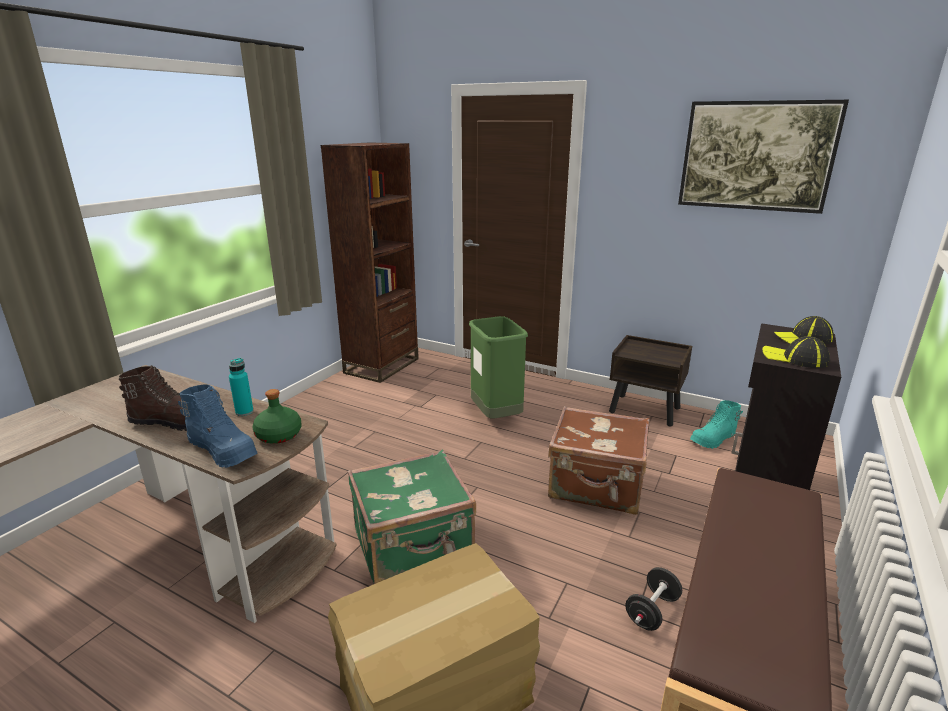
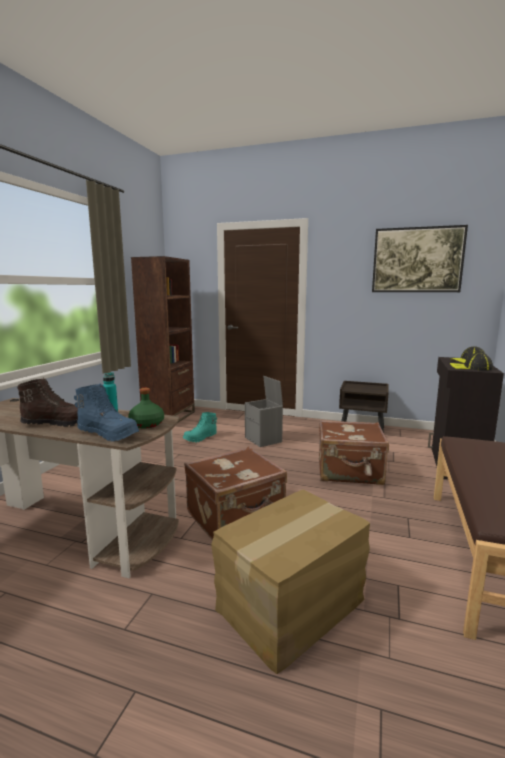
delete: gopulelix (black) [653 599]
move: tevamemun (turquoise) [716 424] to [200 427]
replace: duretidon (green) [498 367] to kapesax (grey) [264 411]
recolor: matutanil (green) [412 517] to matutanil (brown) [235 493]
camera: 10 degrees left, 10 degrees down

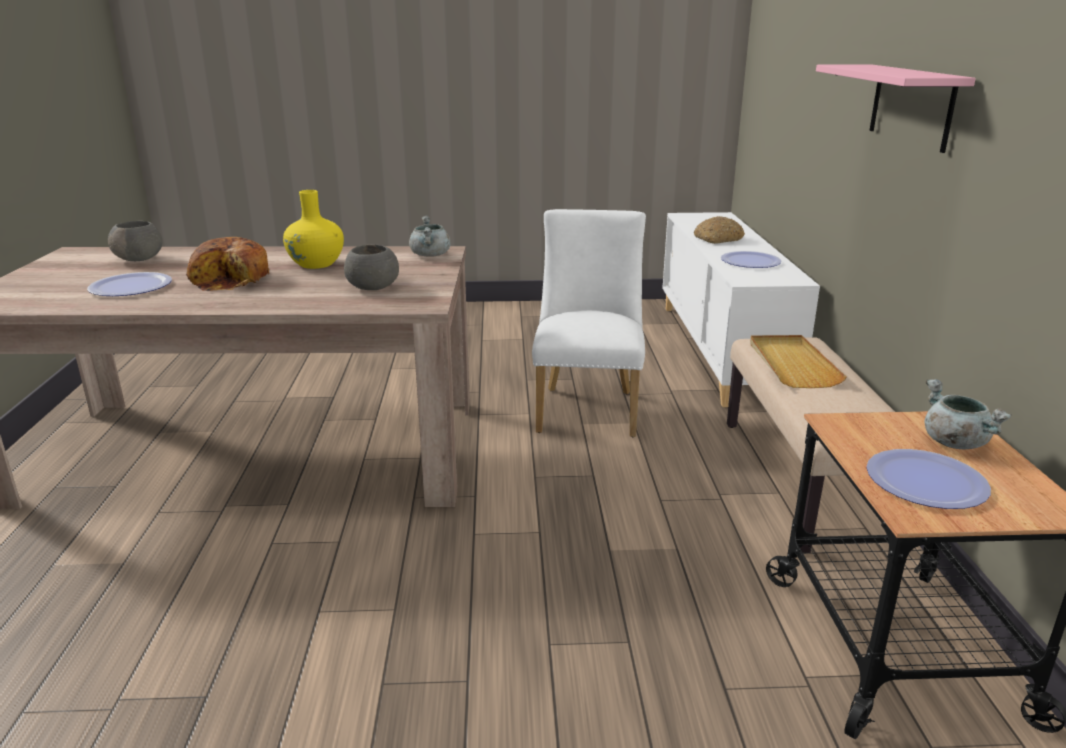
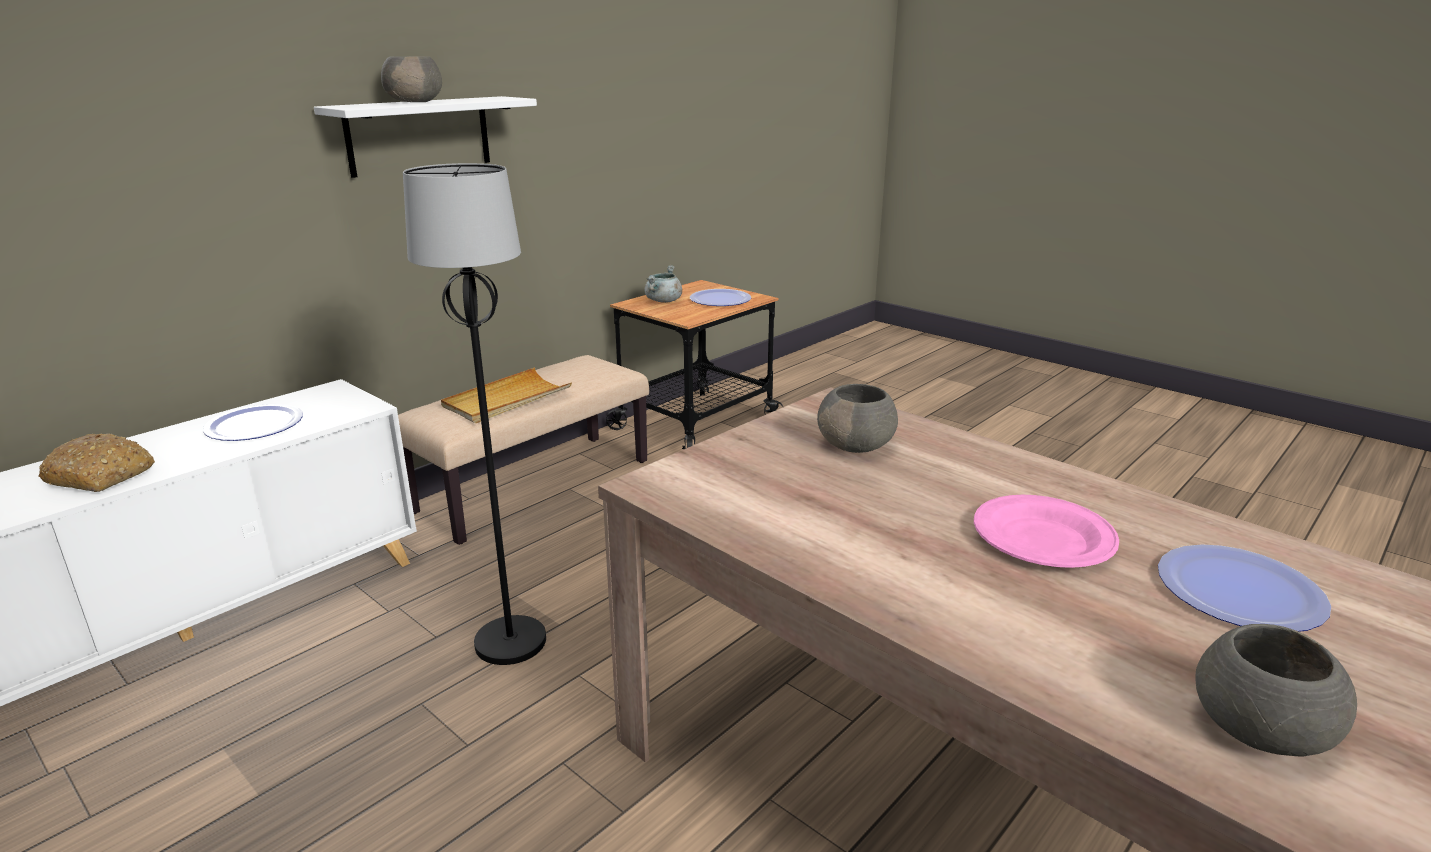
delete: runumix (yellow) [313 229]; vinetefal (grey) [430 236]
insert: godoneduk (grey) [411 79]
replace: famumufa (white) [589 323] to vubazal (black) [474 414]; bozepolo [227 264] to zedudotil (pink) [1046 531]
recolor: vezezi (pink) [896 108] to vezezi (white) [425 137]
camera: 135 degrees left, 0 degrees up

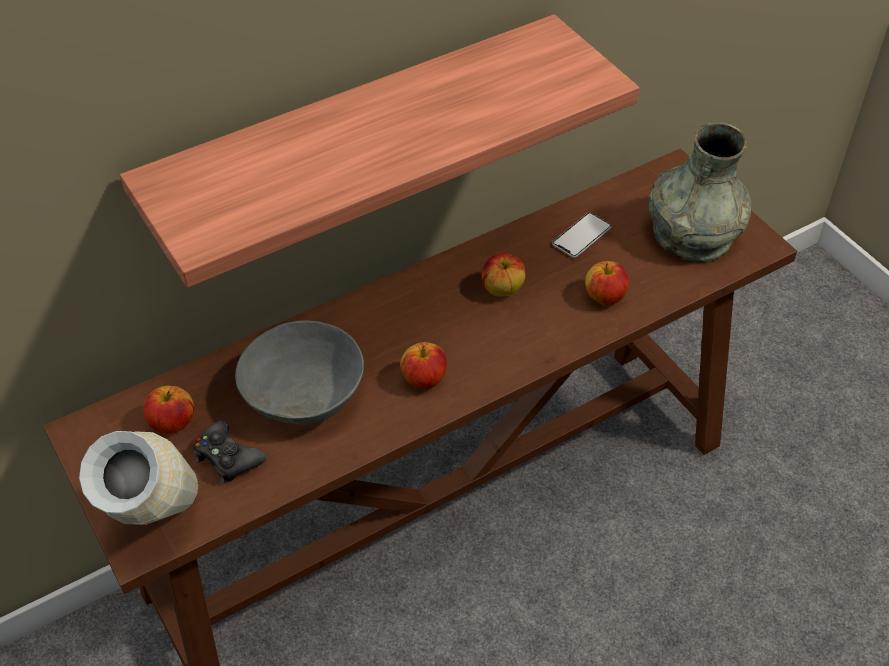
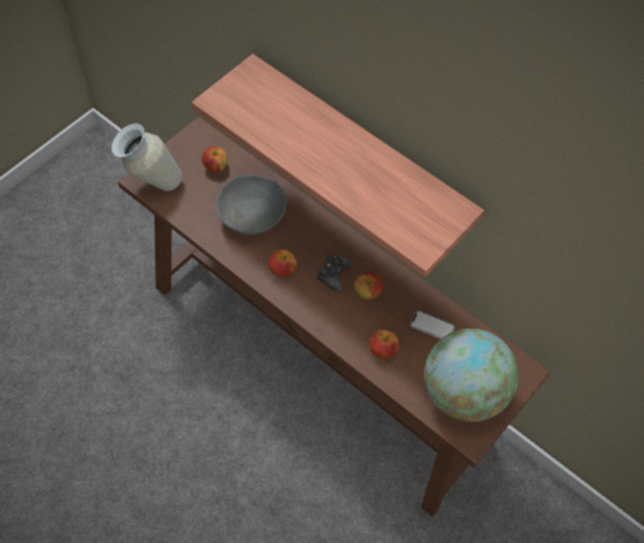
move: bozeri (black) [229 452] to [335 273]
replace: runumix (grey) [699 192] to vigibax [471 375]
camera: 70 degrees right, 10 degrees up

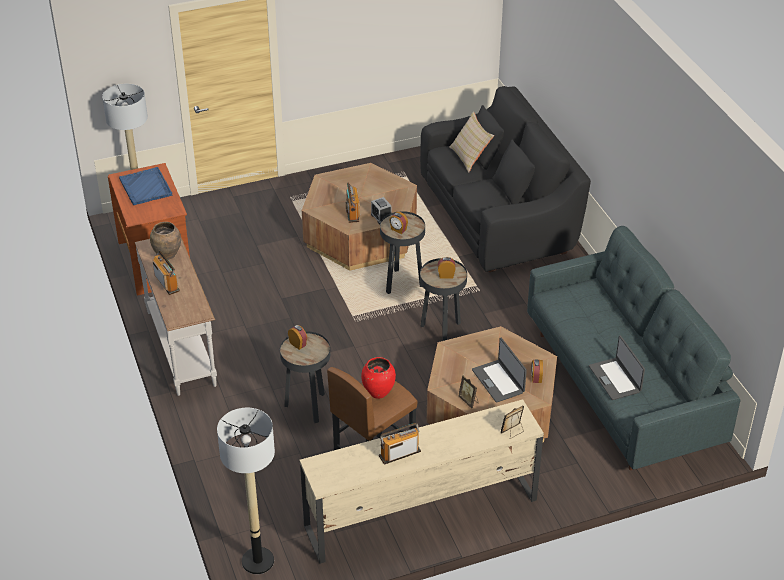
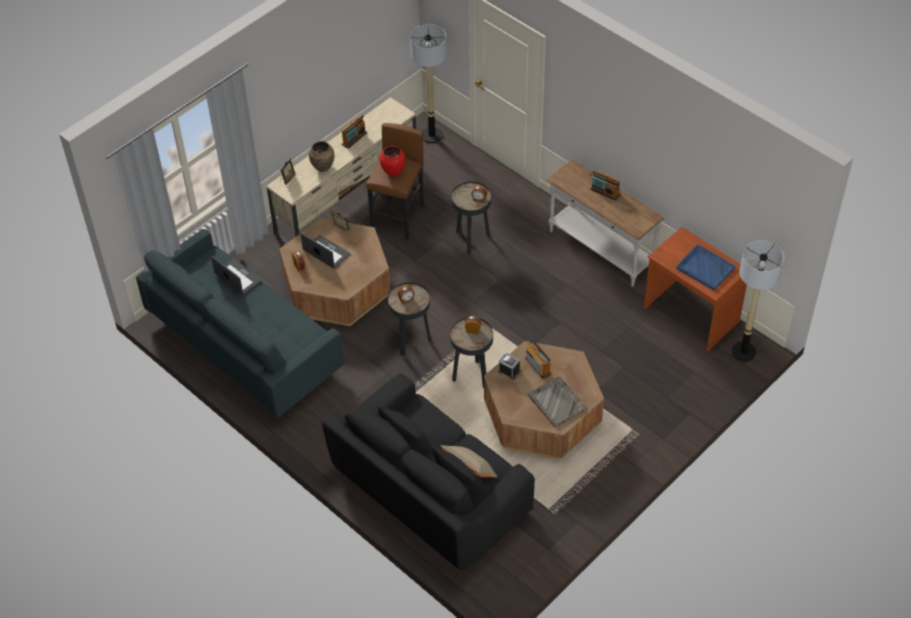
insert: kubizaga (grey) [557 401]
move: runumix (brown) [165 241] to [322 156]
camera: 155 degrees right, 10 degrees up

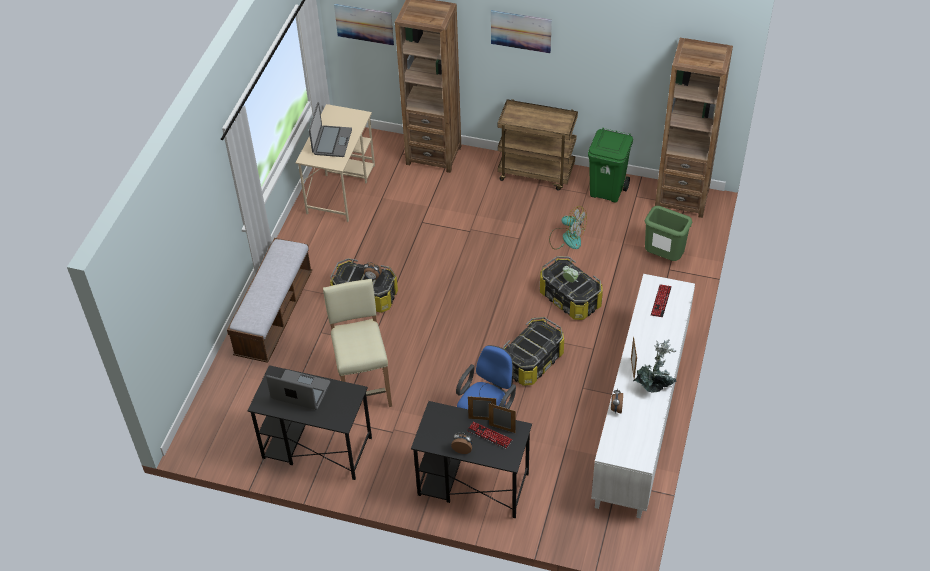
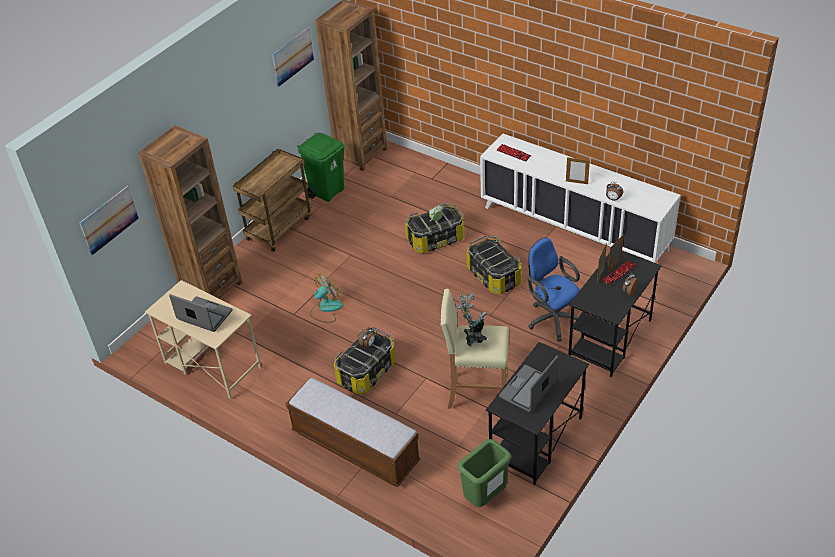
move: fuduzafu [521 31] to [293 57]; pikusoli [568 228] to [326 298]; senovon [655 366] to [471 319]; duretidon (green) [668 233] to [484 473]
camera: 70 degrees left, 5 degrees down

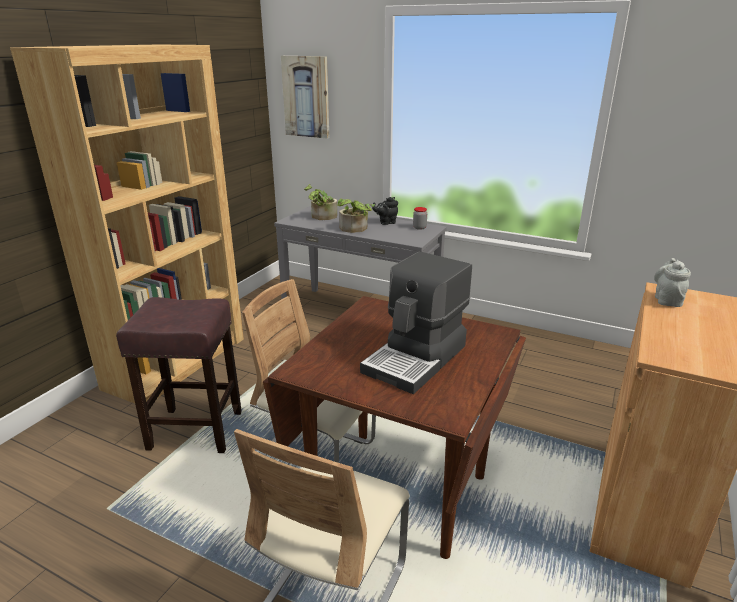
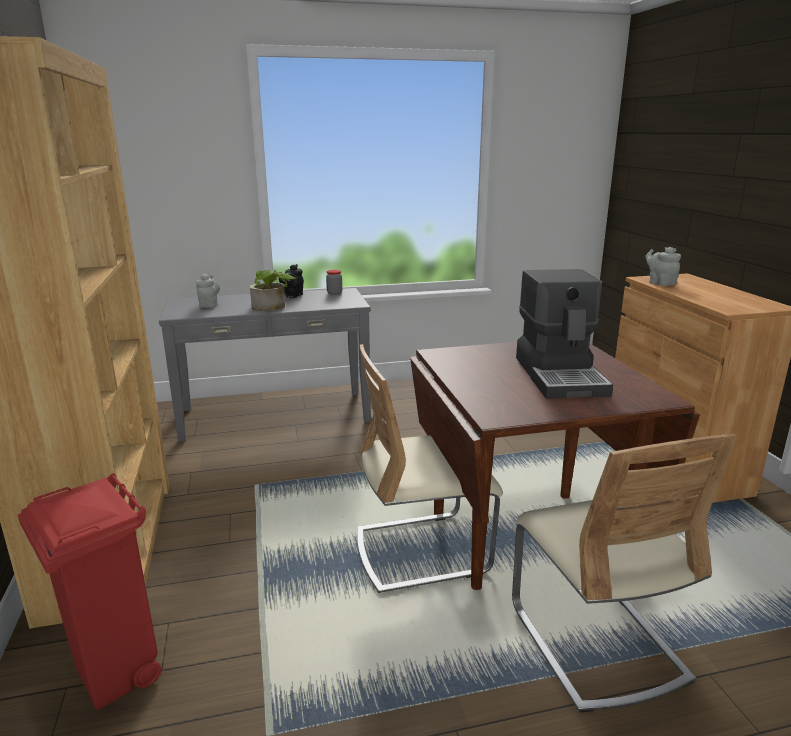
delete: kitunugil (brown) [179 375]; fuduzafu [305 97]
insert: duretidon (red) [90 591]
replace: senovon [320 202] to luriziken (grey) [208 291]
camera: 40 degrees left, 5 degrees down

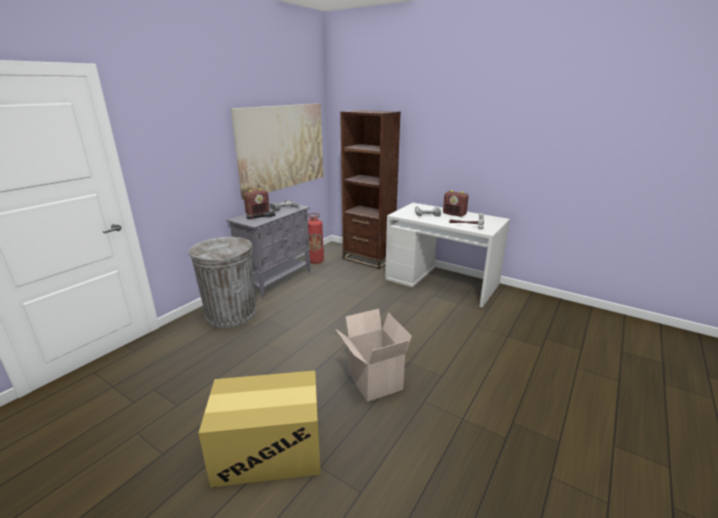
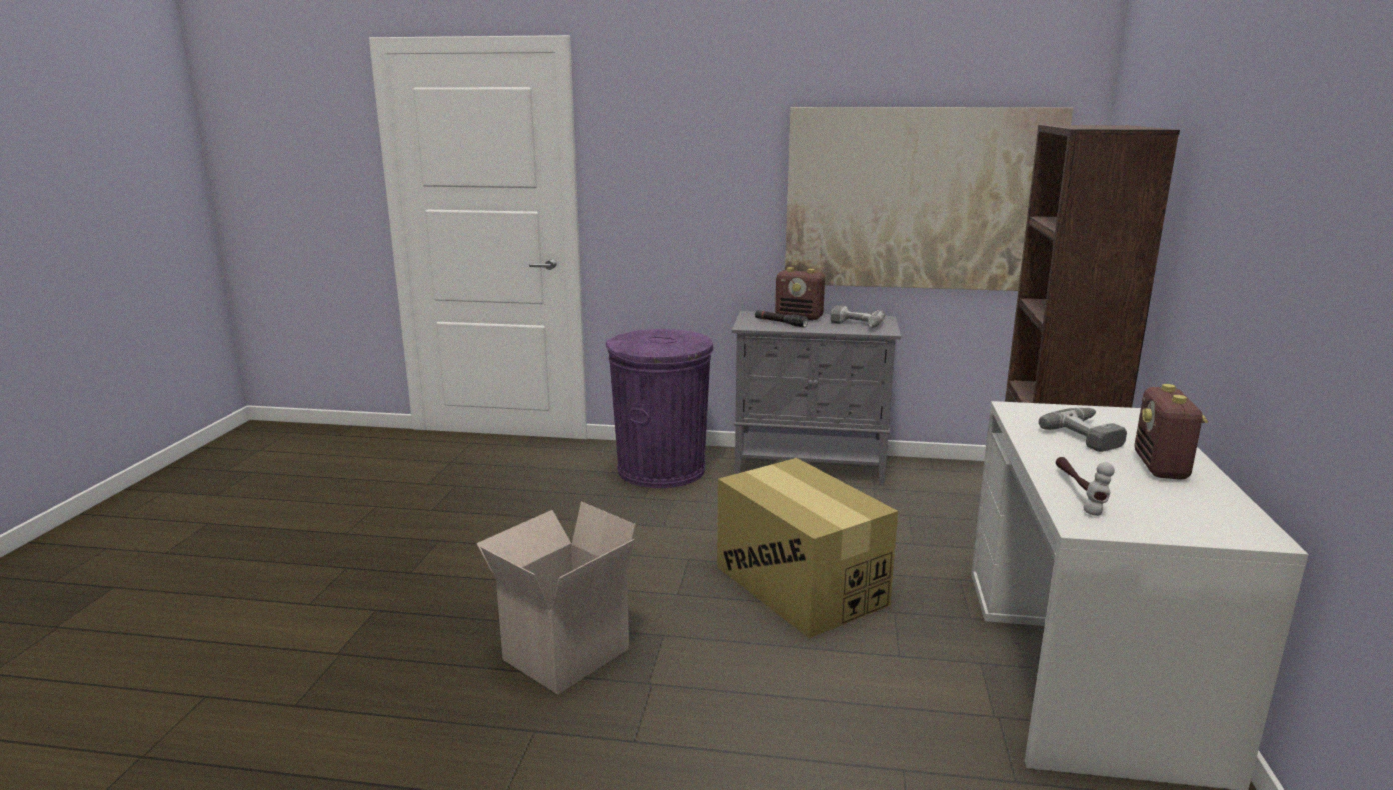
delete: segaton [316 238]
move: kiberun [259 429] to [807 548]
recolor: duretidon (grey) [222 282] to duretidon (purple) [660 408]
camera: 65 degrees right, 5 degrees down

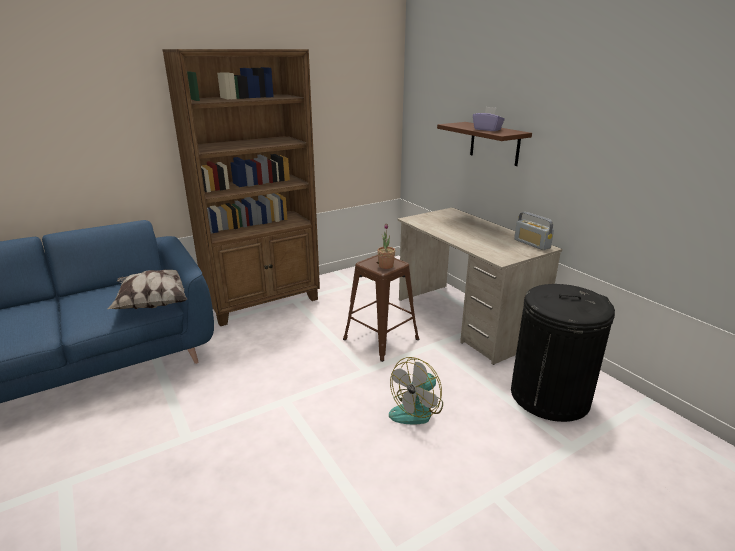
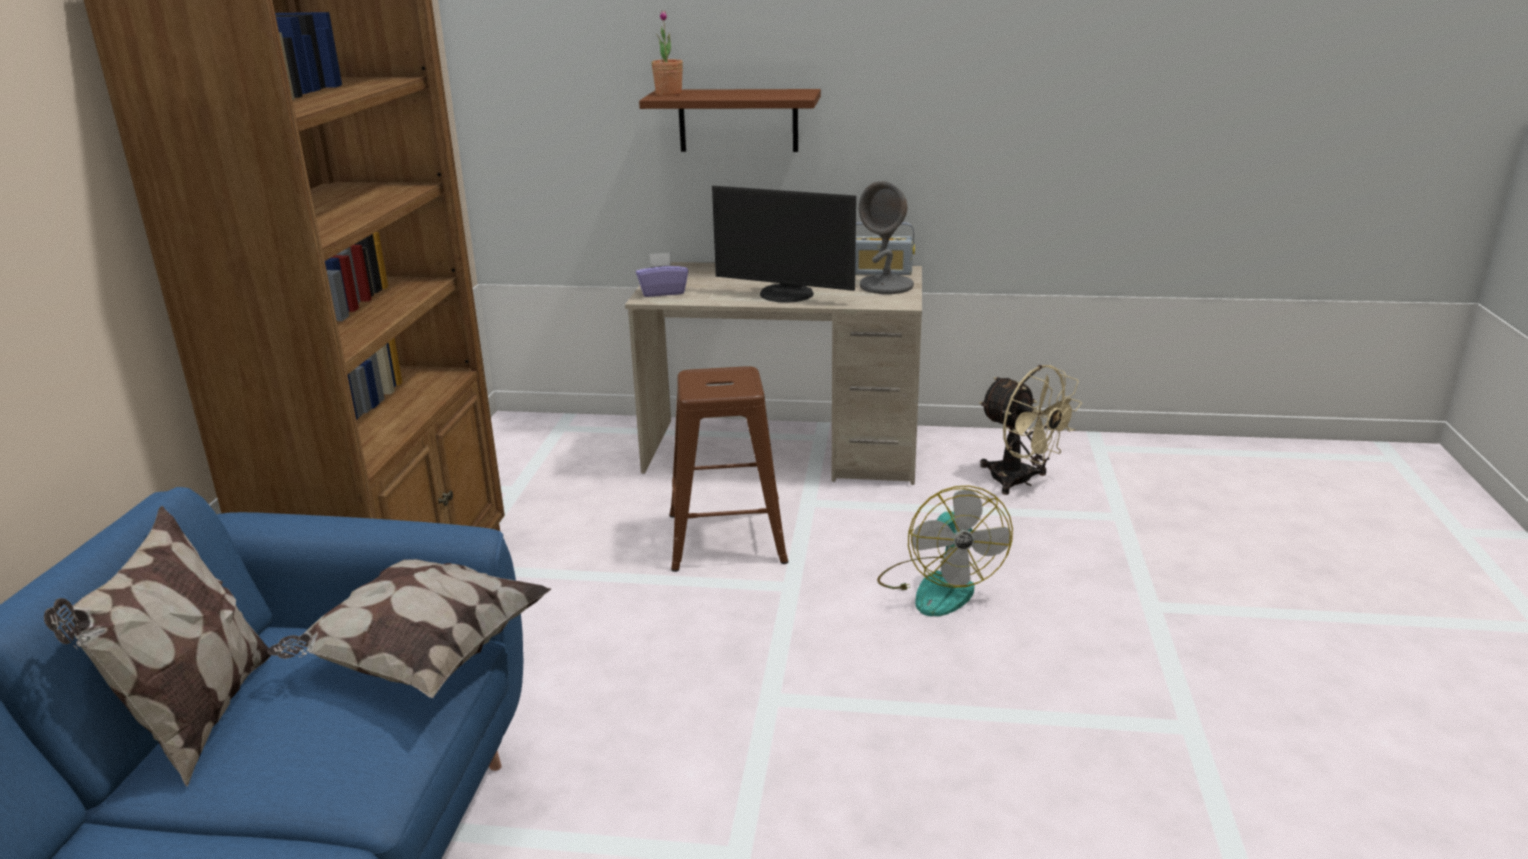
insert: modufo [157 646]; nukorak [784 244]; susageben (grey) [886 237]
move: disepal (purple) [489 119] to [662 274]; senovon [386 246] to [667 53]
replace: duretidon (black) [563 353] to pikusoli (beige) [1030 430]
camera: 50 degrees left, 0 degrees up

